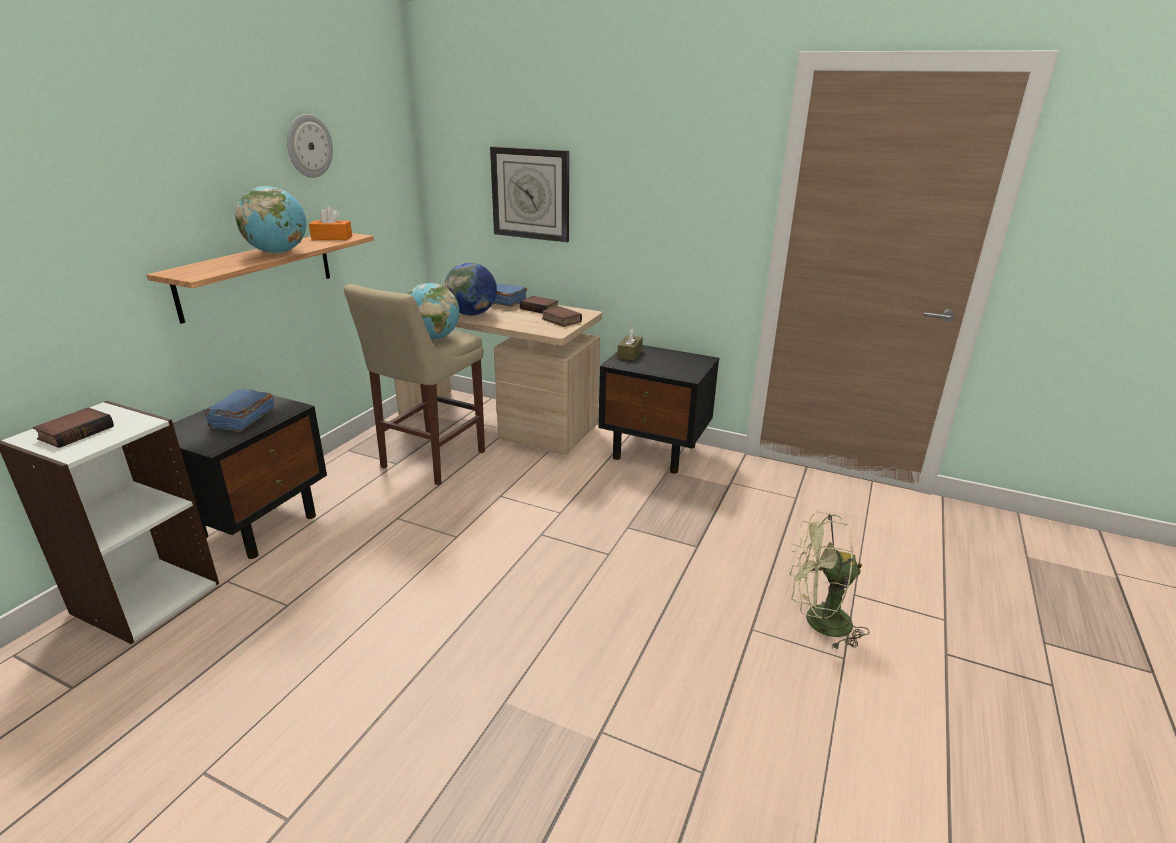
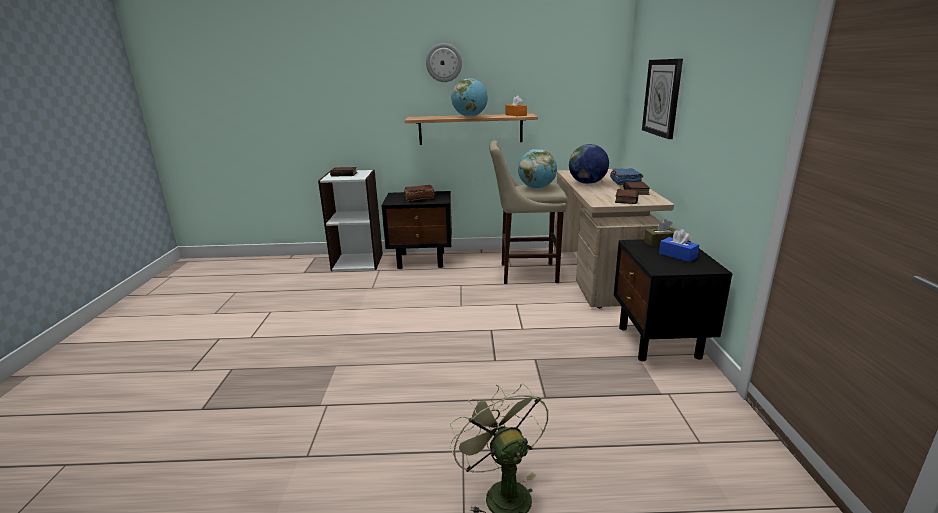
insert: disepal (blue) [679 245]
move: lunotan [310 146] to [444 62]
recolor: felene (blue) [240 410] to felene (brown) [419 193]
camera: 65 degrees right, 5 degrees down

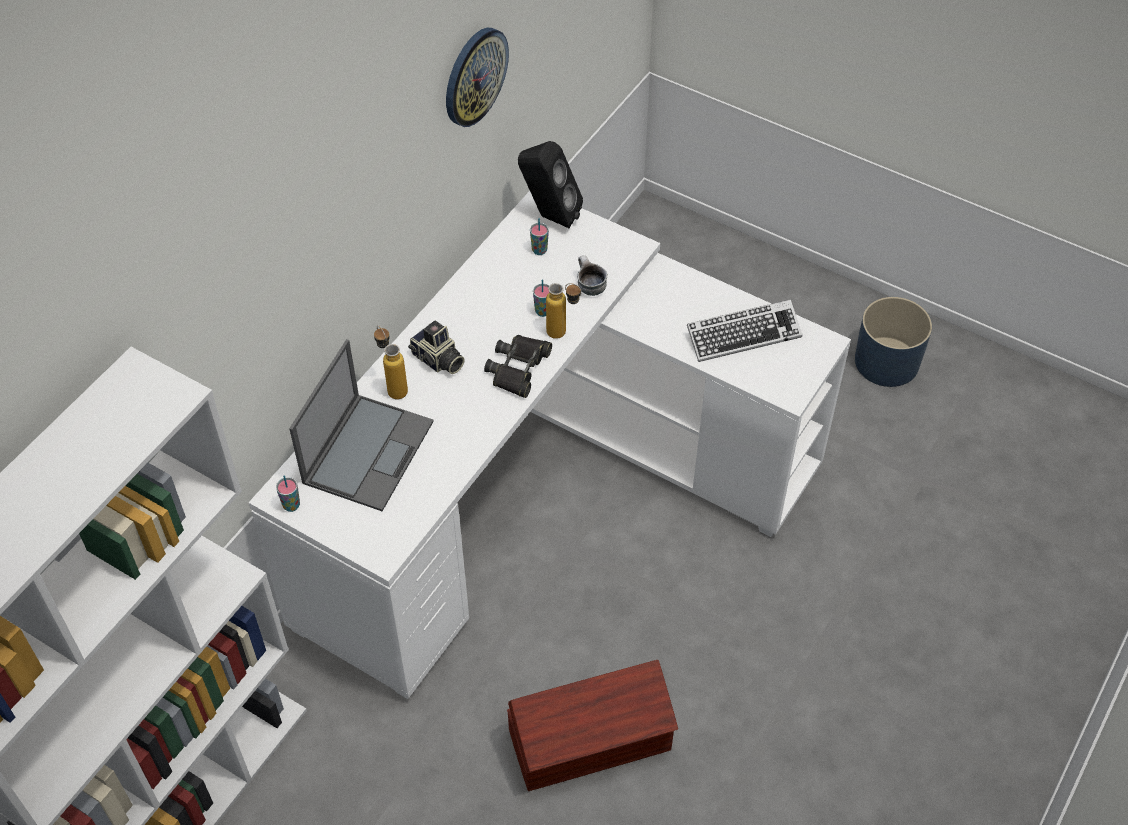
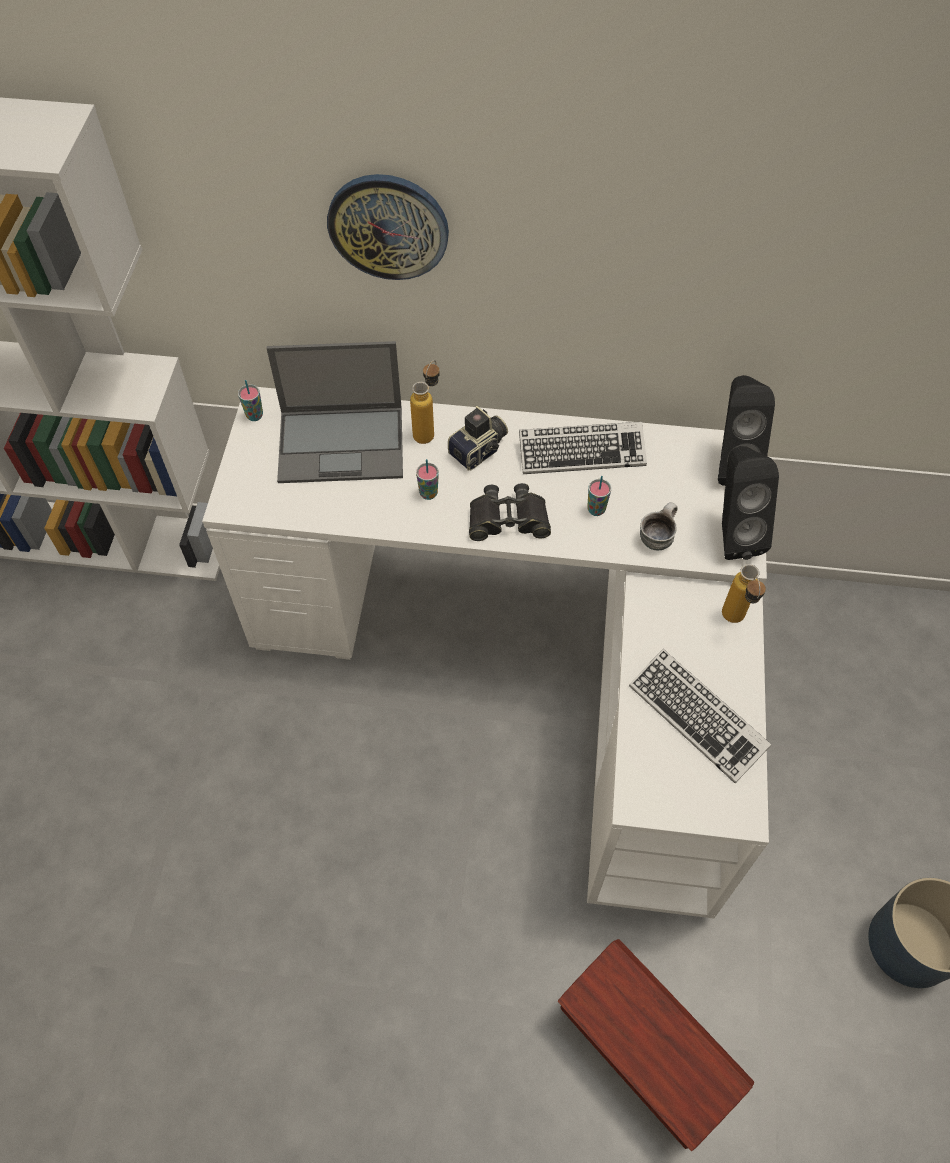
insert: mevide [583 448]; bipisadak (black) [750 503]
move: lunotan [477 77] to [388 227]; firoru [539 236] to [427 479]; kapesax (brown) [592 725] to [656 1045]; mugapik [564 311] to [744 593]
rotate: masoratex [436 347] = [478 438] 150 degrees counterclockwise
camera: 65 degrees right, 5 degrees up

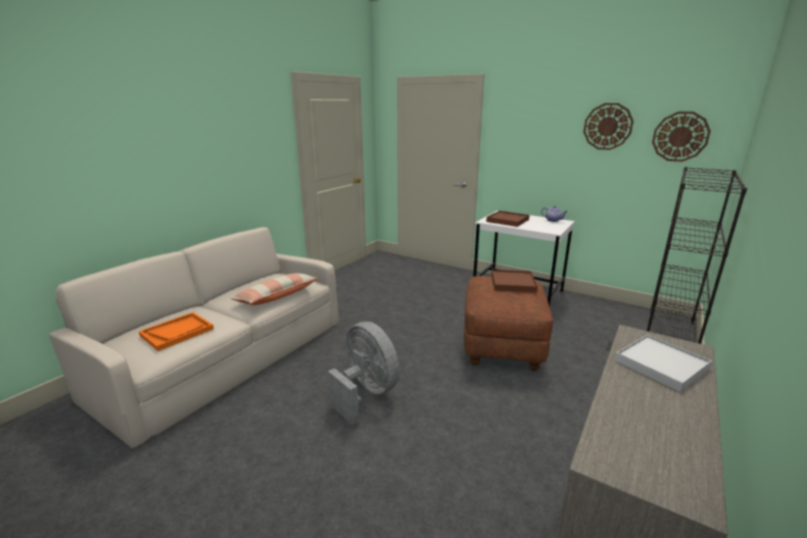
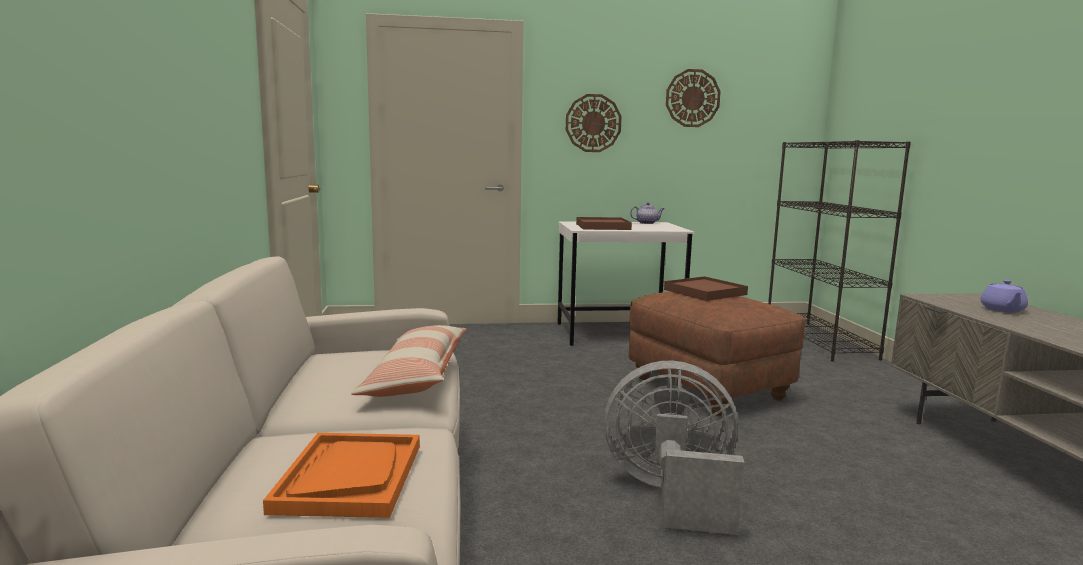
move: lunotan [681 136] to [594 123]
replace: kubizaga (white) [663 363] to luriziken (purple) [1004 296]
camera: 40 degrees left, 10 degrees down

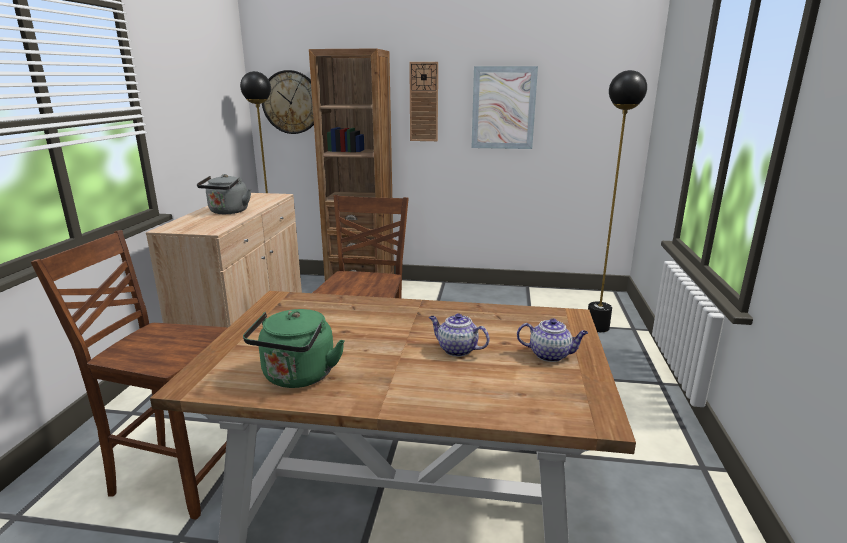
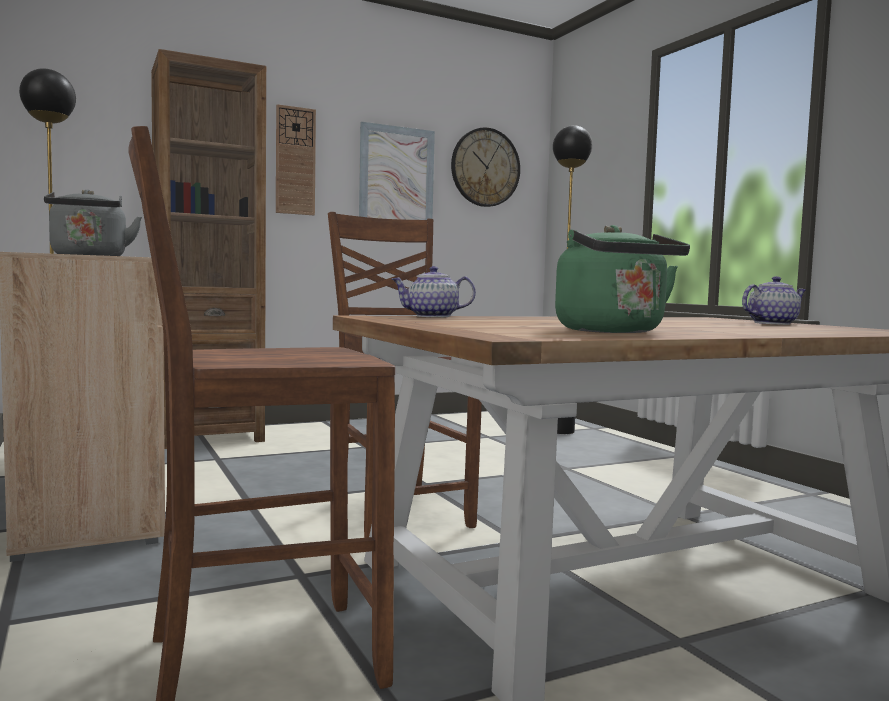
move: luriziken [459 335] to [434 291]; lunotan [288 102] to [485 167]
camera: 35 degrees left, 15 degrees down

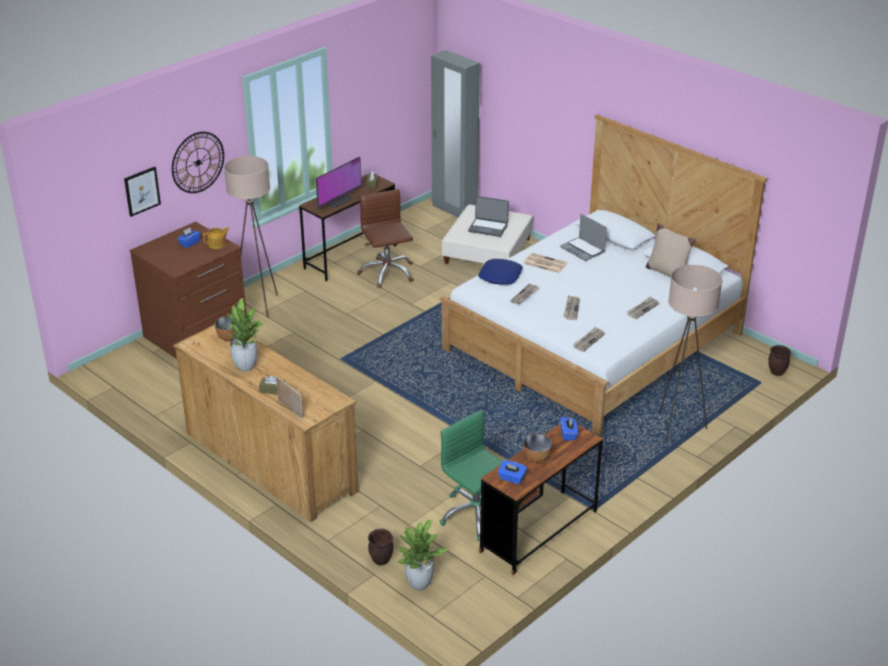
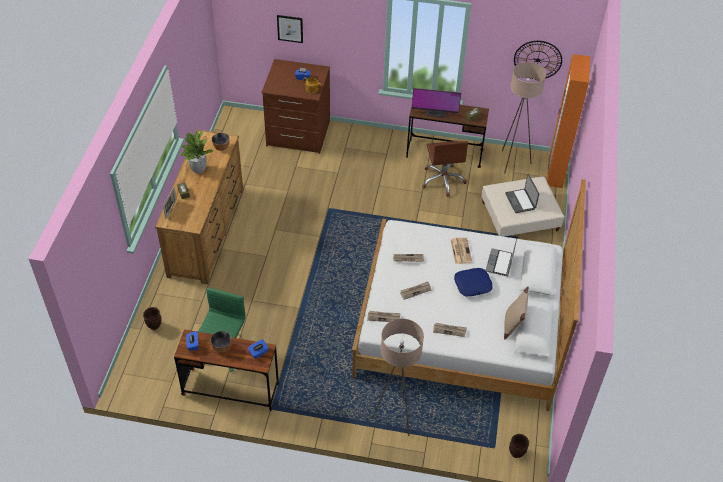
delete: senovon [421 554]
move: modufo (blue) [500 272] to [473 282]; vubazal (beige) [251 237] to [524 118]; lunotan [198 162] to [538 60]
recolor: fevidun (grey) [455 133] to fevidun (orange) [568 121]
rotate: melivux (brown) [385 238] = [445 169] 135 degrees clockwise
camera: 55 degrees right, 15 degrees up

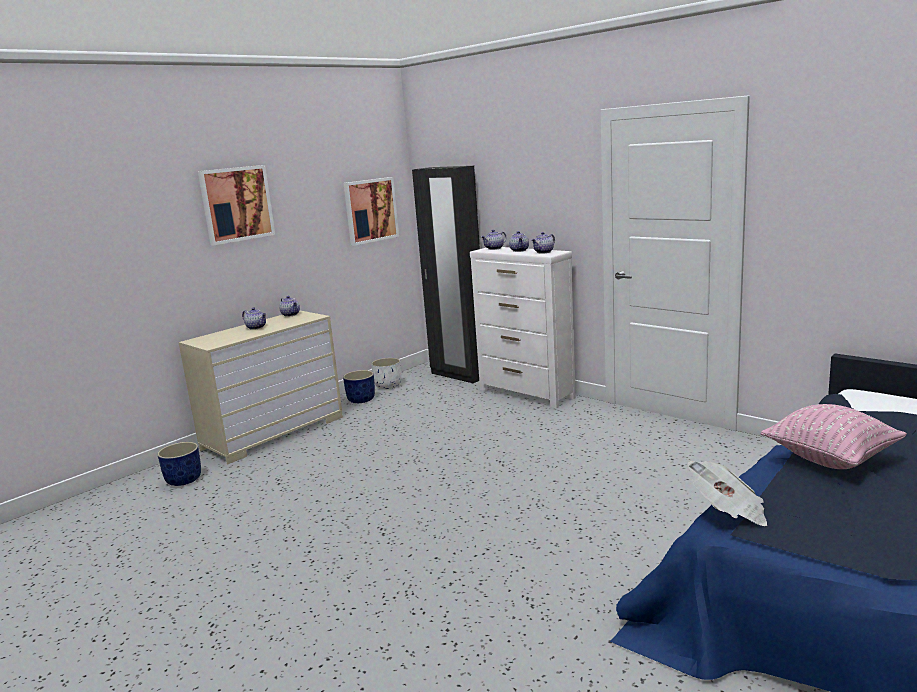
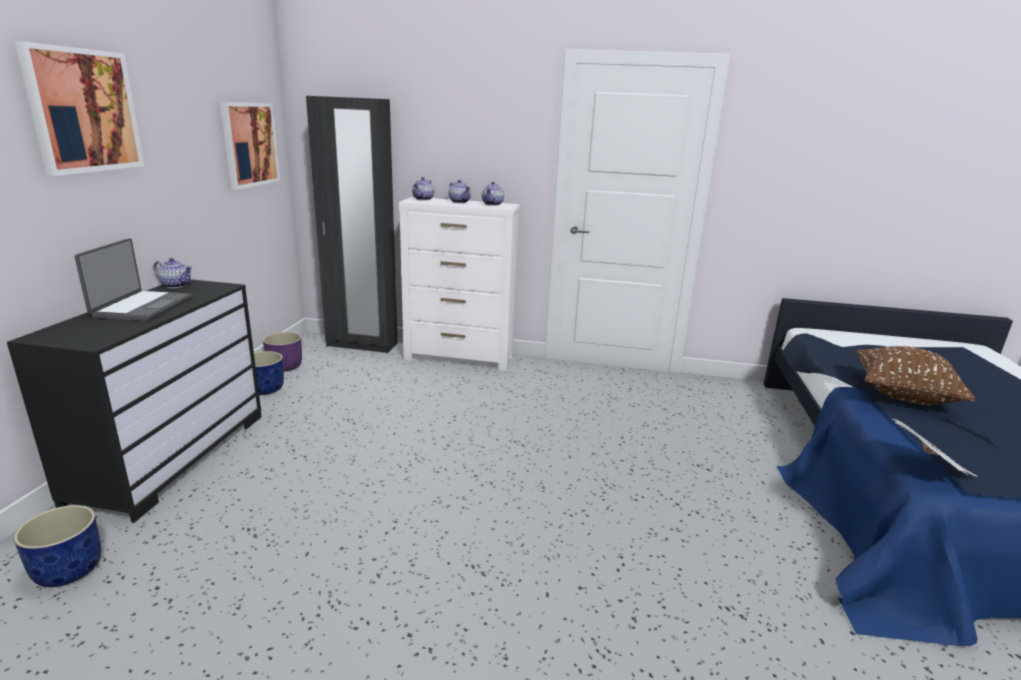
replace: luriziken [254 318] to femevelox [133 279]
recolor: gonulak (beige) [261 387] to gonulak (black) [134 401]; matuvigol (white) [386 373] to matuvigol (purple) [282 352]; modufo (pink) [834 436] to modufo (brown) [915 375]
camera: 35 degrees left, 5 degrees up

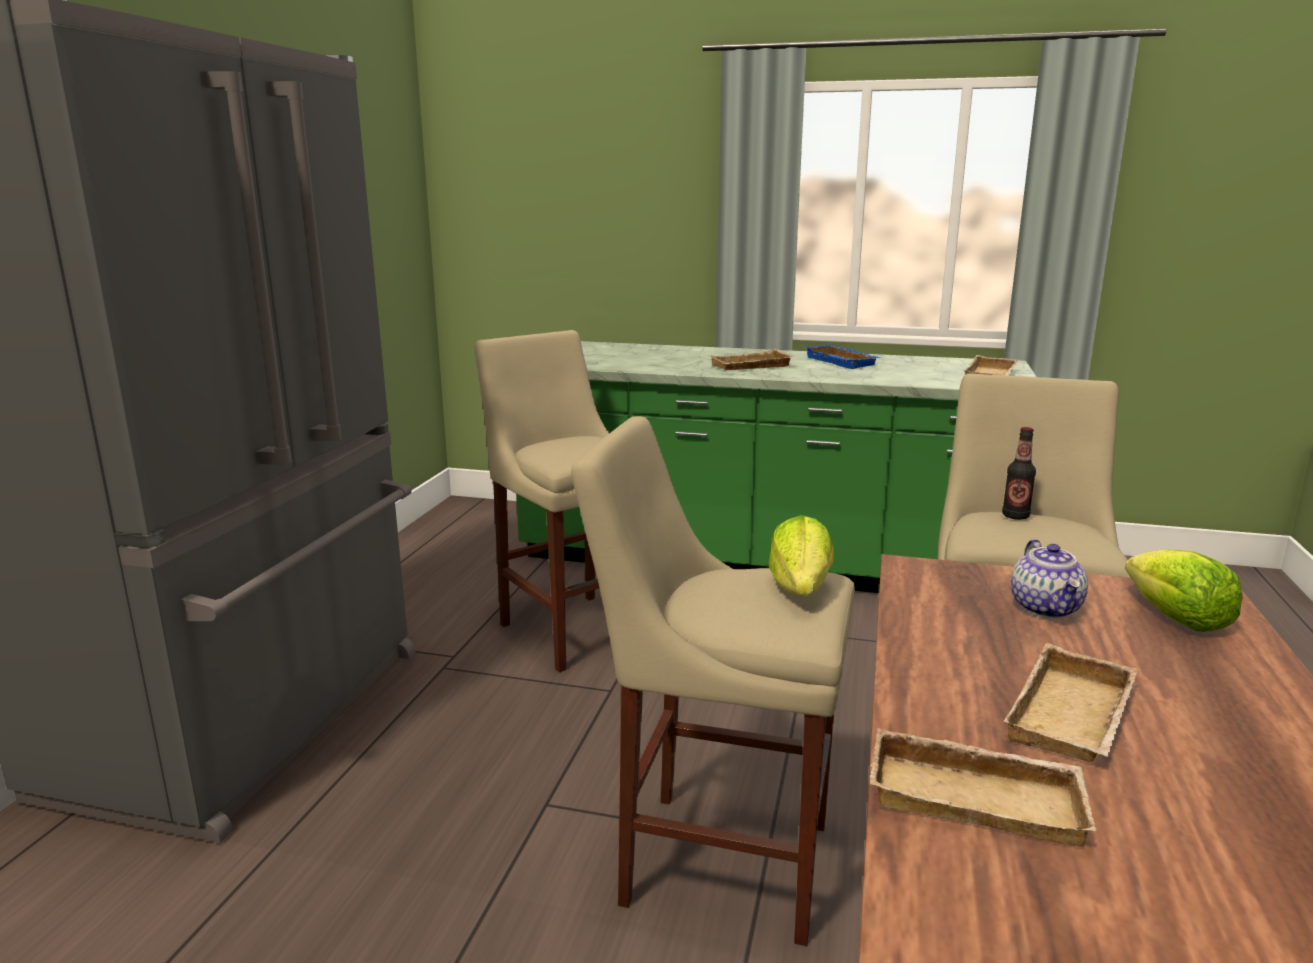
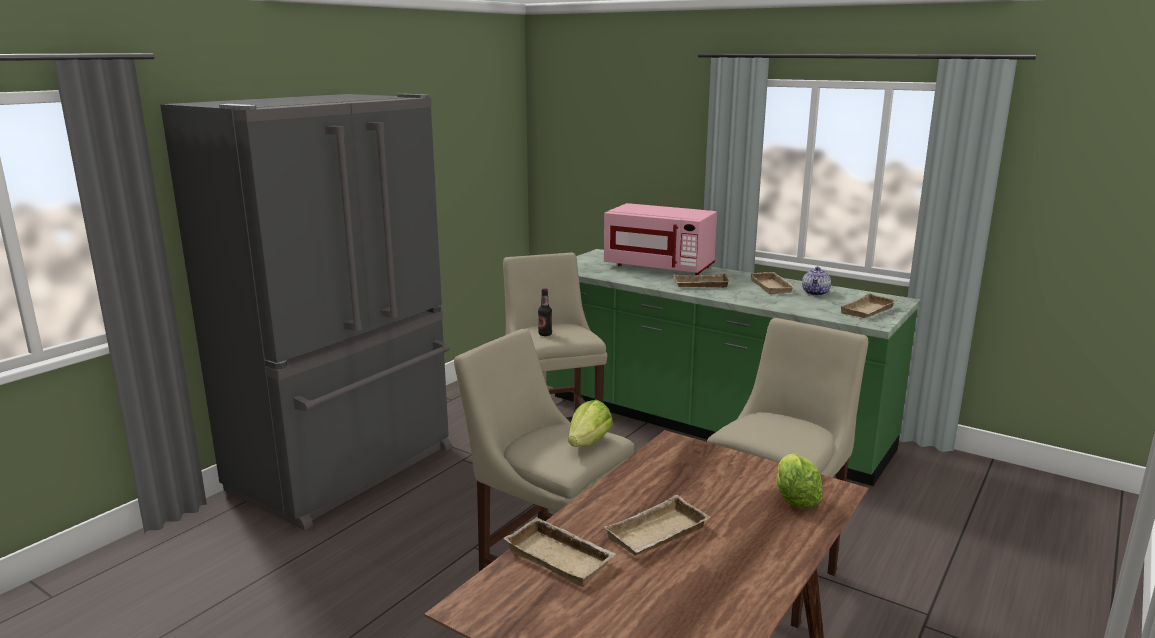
insert: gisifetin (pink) [660 239]
move: mugapik [1019 473] to [545 312]; luriziken [1049 578] to [816 281]
recolor: kubizaga (blue) [842 356] to kubizaga (beige) [773 283]
camera: 20 degrees right, 0 degrees up

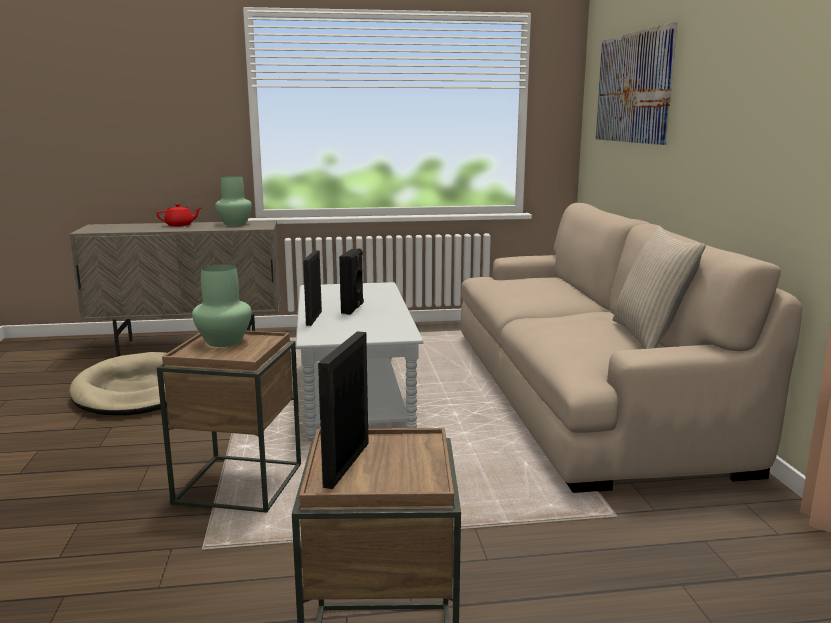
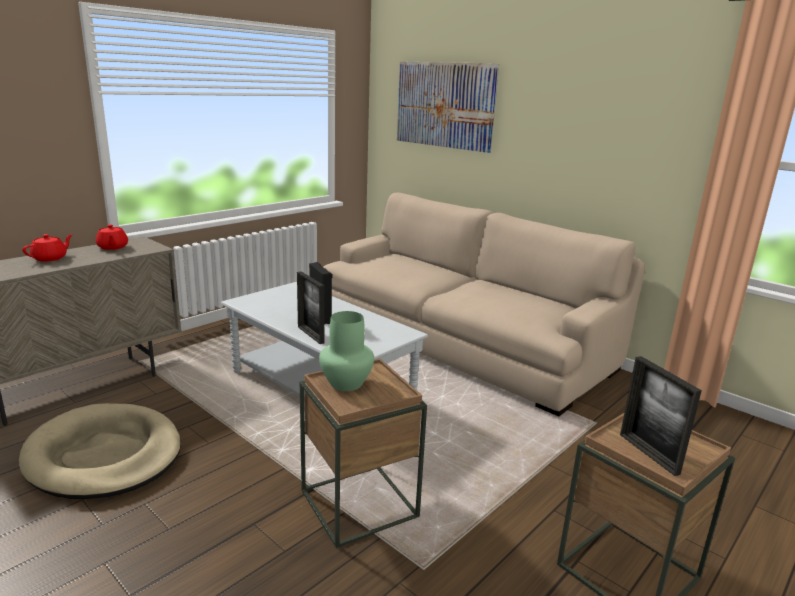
delete: modufo (beige) [659 287]
replace: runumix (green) [233 201] to luriziken (red) [112 237]
camera: 40 degrees left, 5 degrees up

